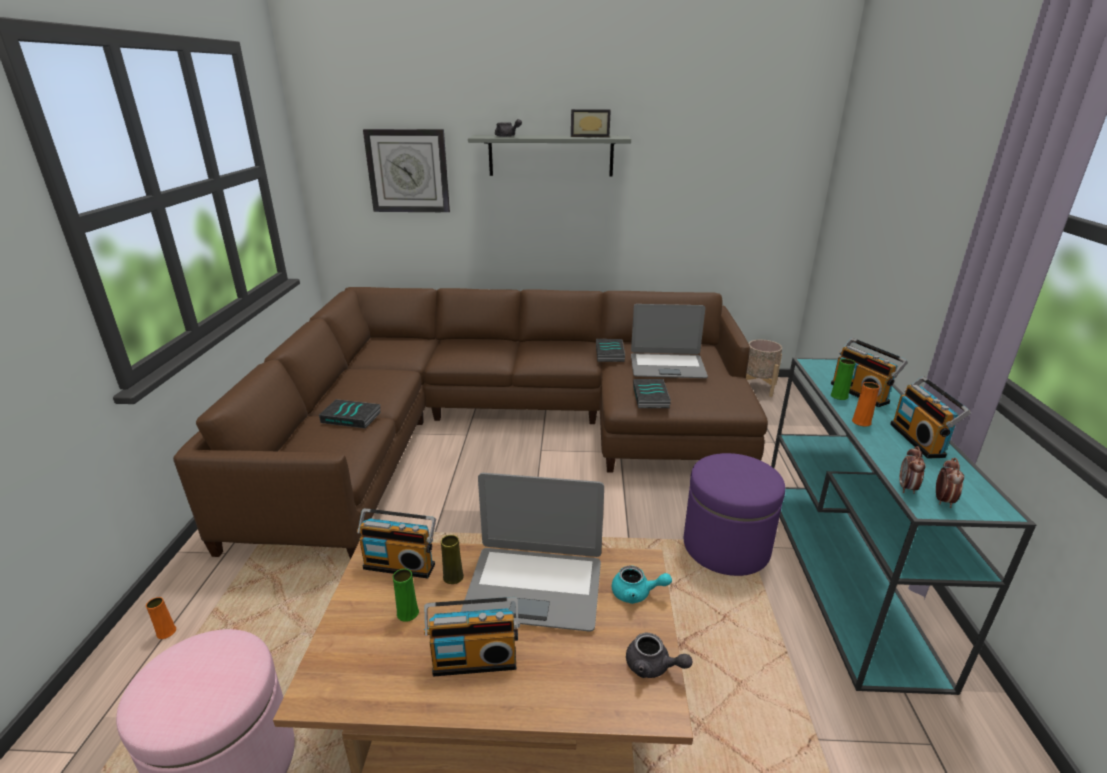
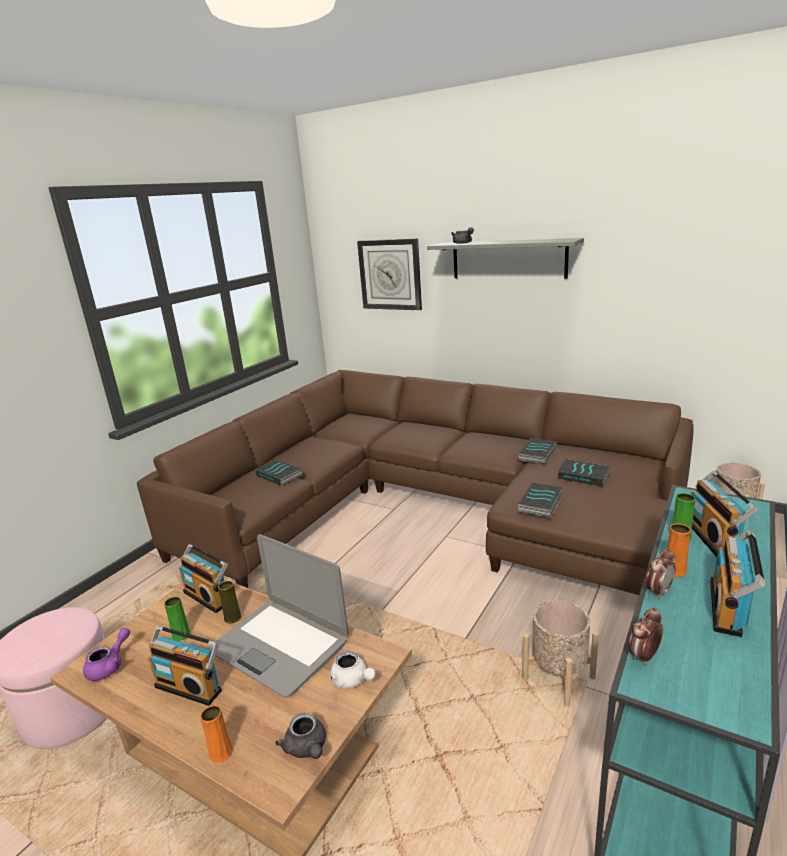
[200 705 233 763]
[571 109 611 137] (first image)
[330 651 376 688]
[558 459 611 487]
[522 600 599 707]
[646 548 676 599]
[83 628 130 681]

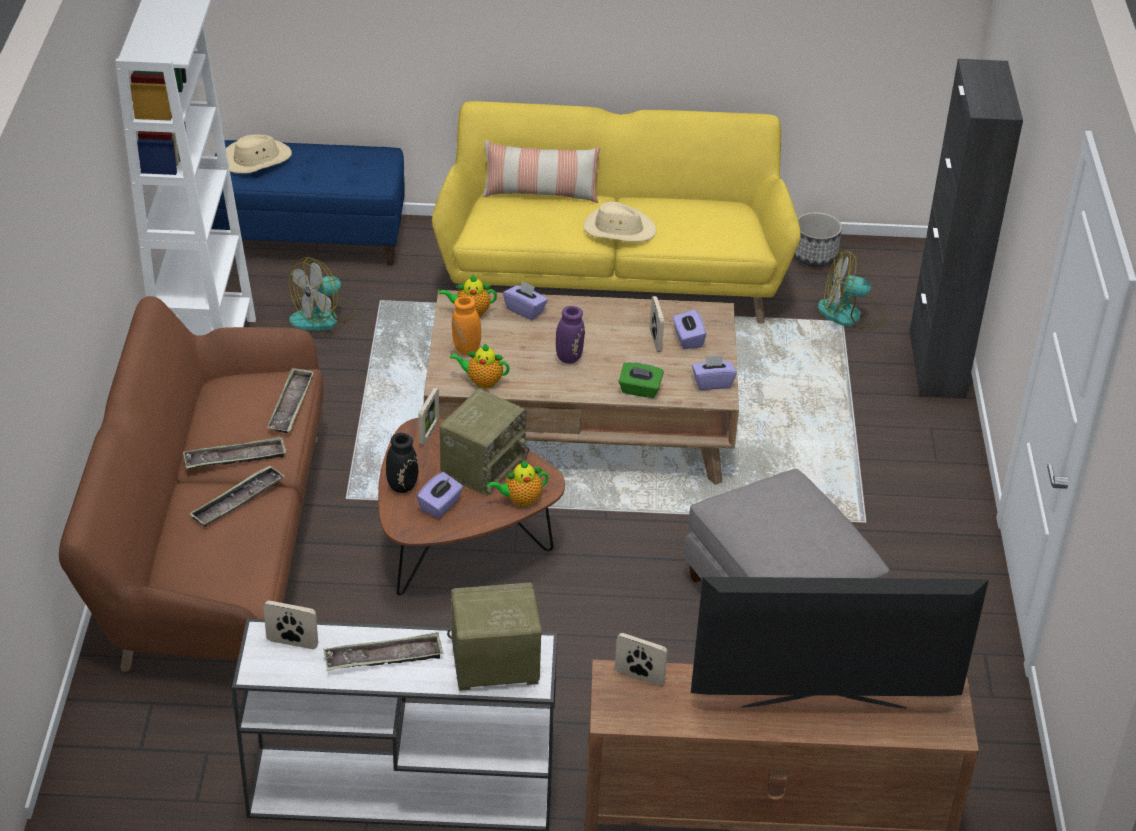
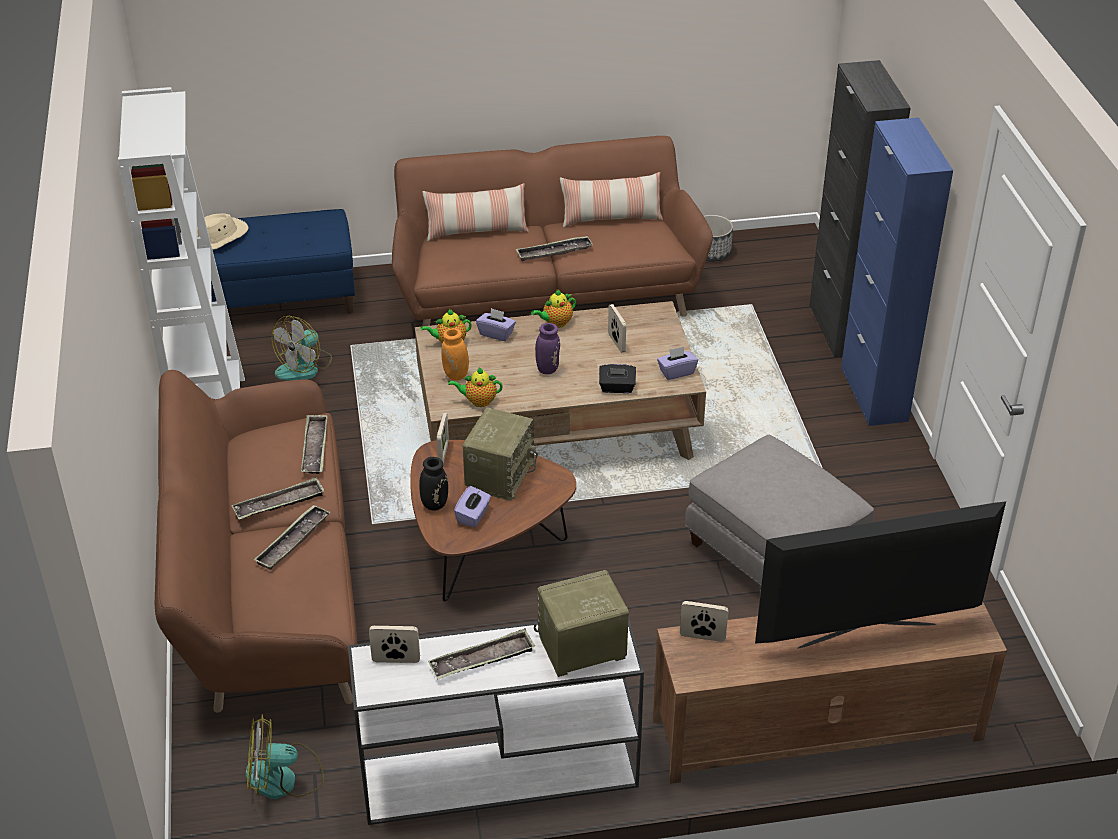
[392 136 713 326]
[531 289 576 328]
[516 236 593 261]
[599 364 636 393]
[673 310 706 349] (first image)
[246 715 324 799]
[560 172 663 228]
[841 117 953 426]

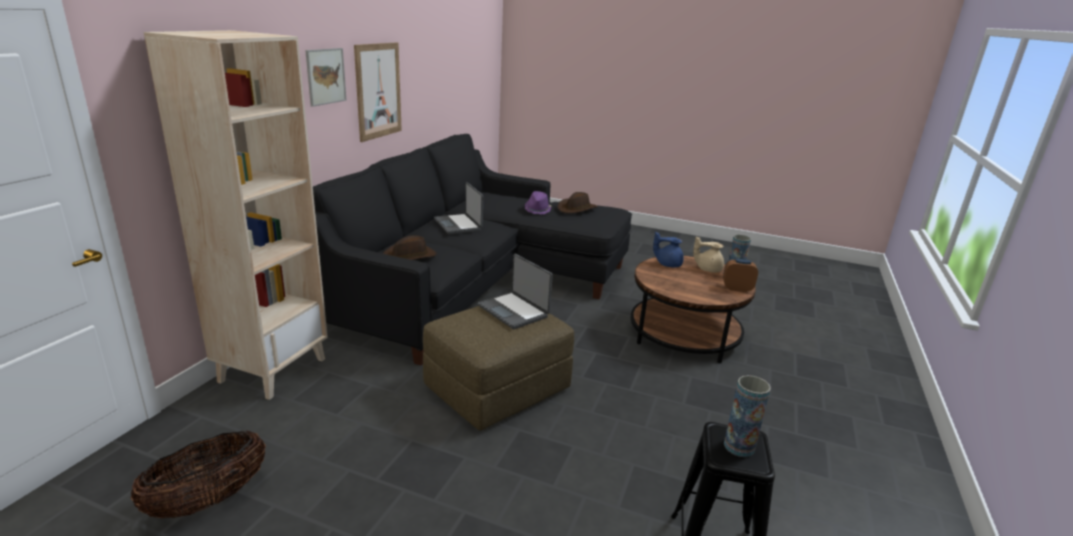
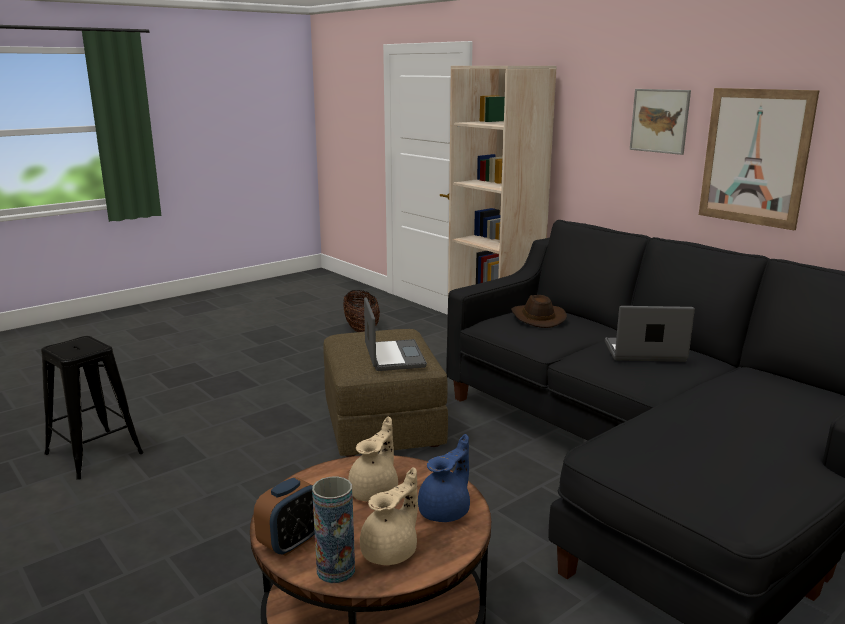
[364 298 427 371]
[525 191 552 215] (first image)
[557 192 598 214] (first image)
[724 375 771 457] (first image)
[348 416 398 502]

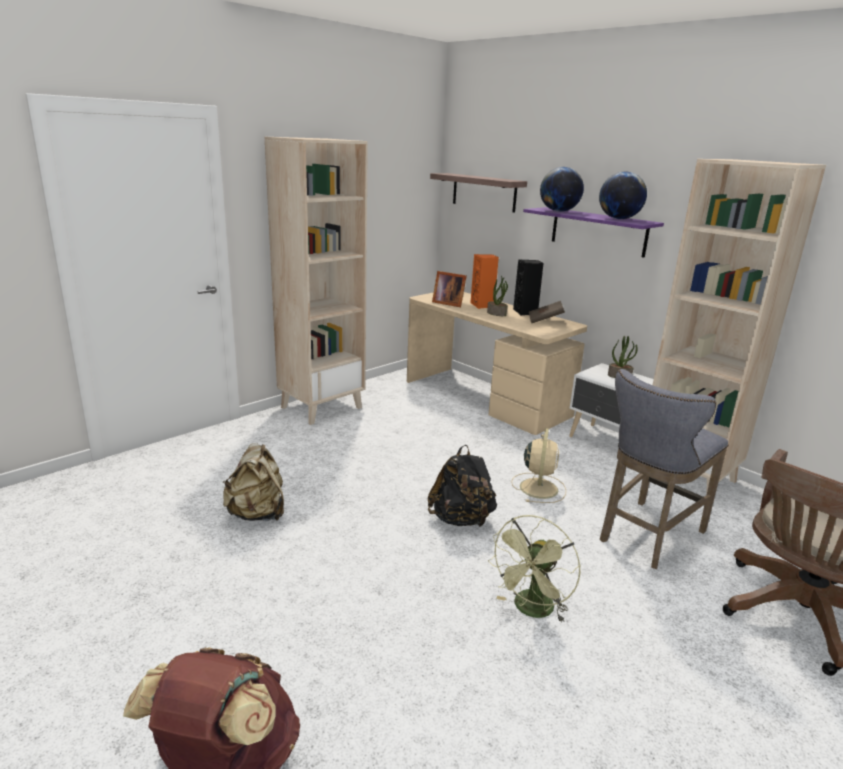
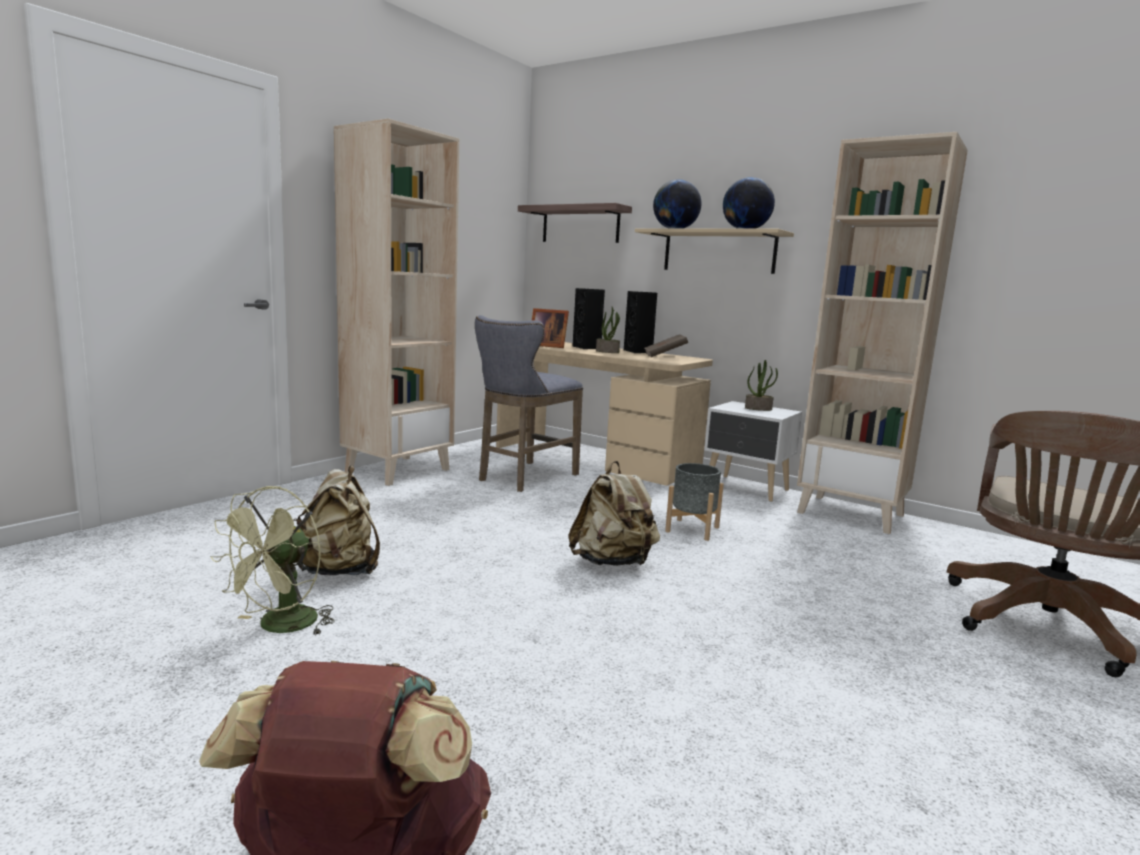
[568 461 660 566]
[572 288 605 349]
[211 486 334 636]
[665 463 724 541]
[635 229 794 274]
[475 315 583 492]

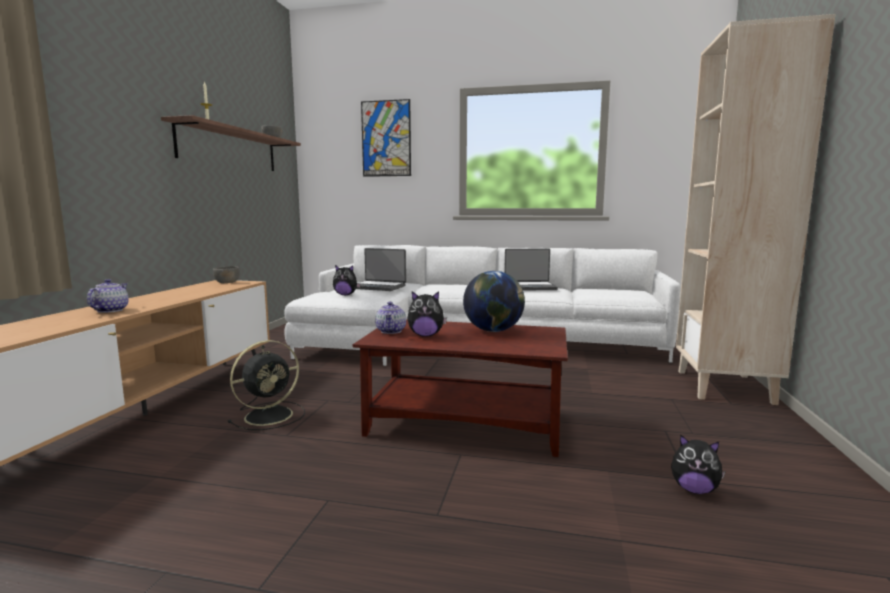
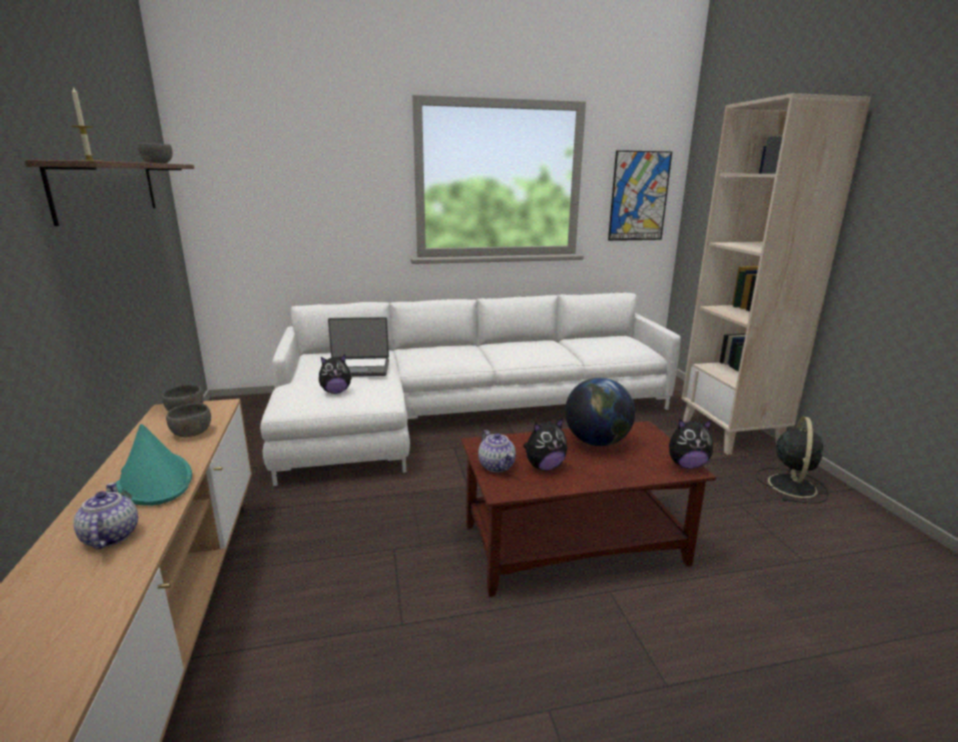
[756 417 829 503]
[608 150 672 241]
[504 249 558 290] (first image)
[669 419 713 469]
[116 424 192 506]
[166 403 211 437]

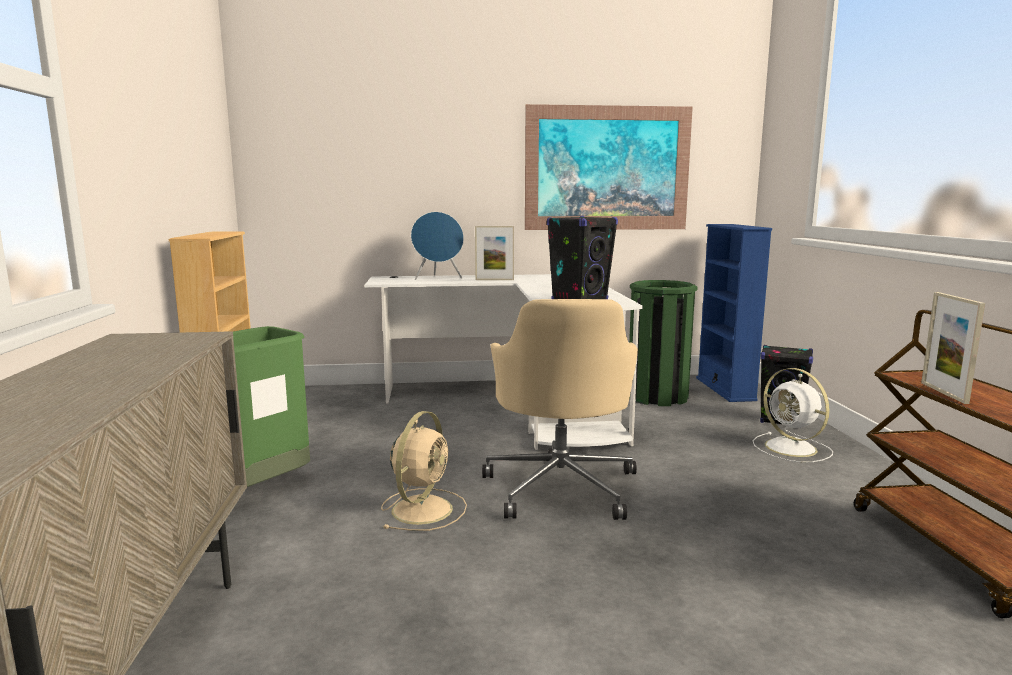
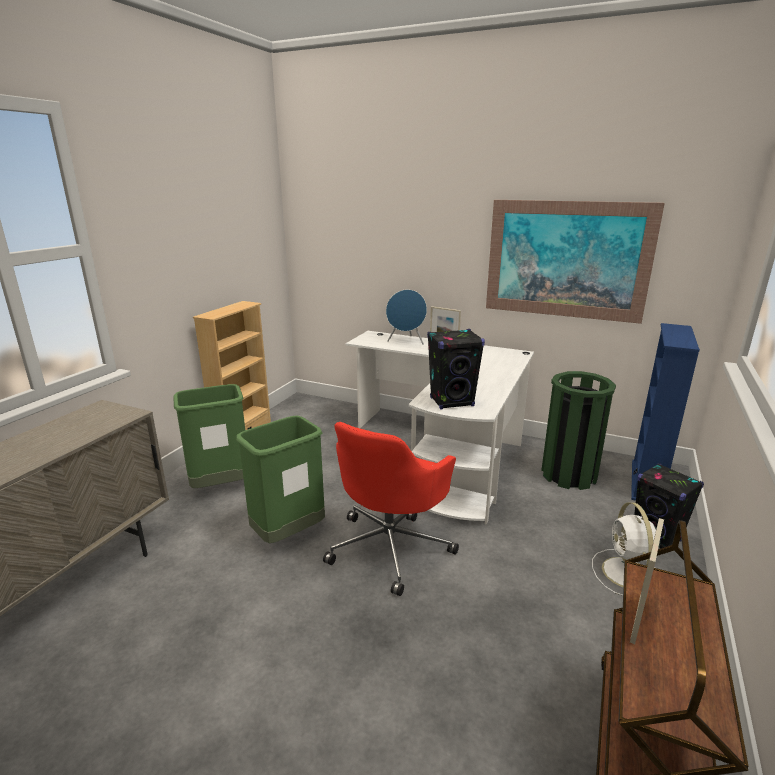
[236 415 325 543]
[323 422 459 596]

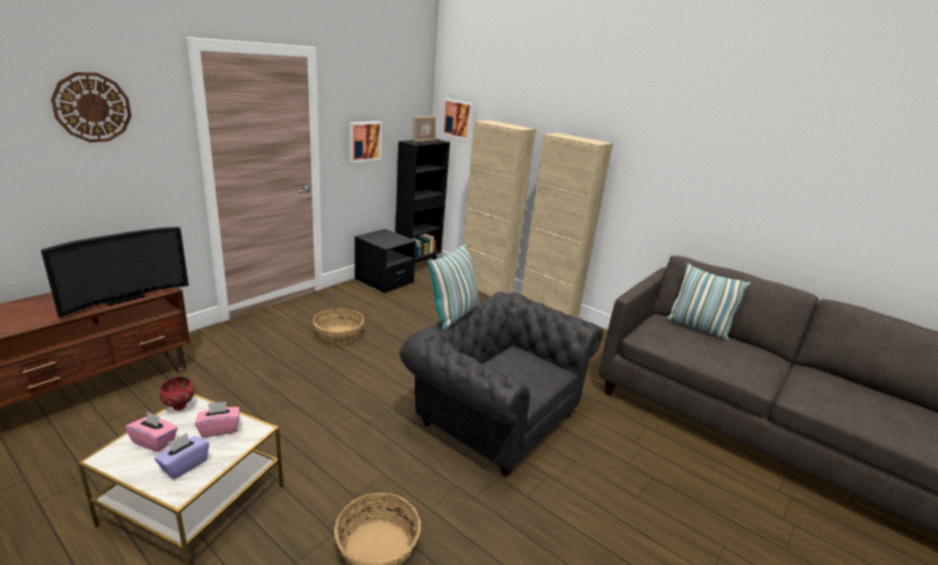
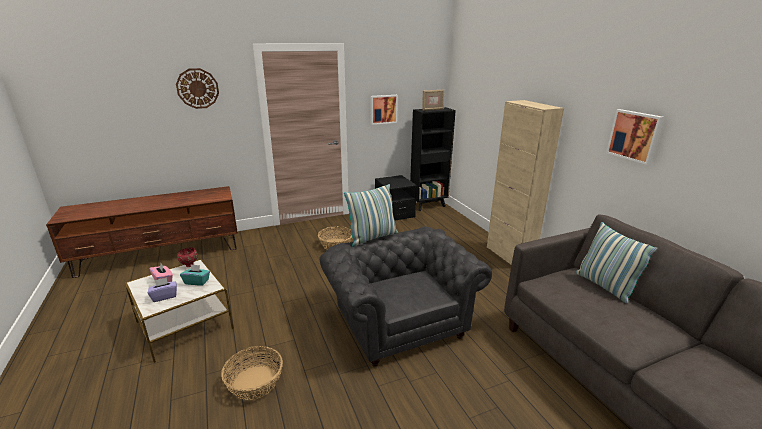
[41 227 189 318] (first image)
[180 264 210 286]
[606 109 664 165]
[463 120 536 296] (first image)

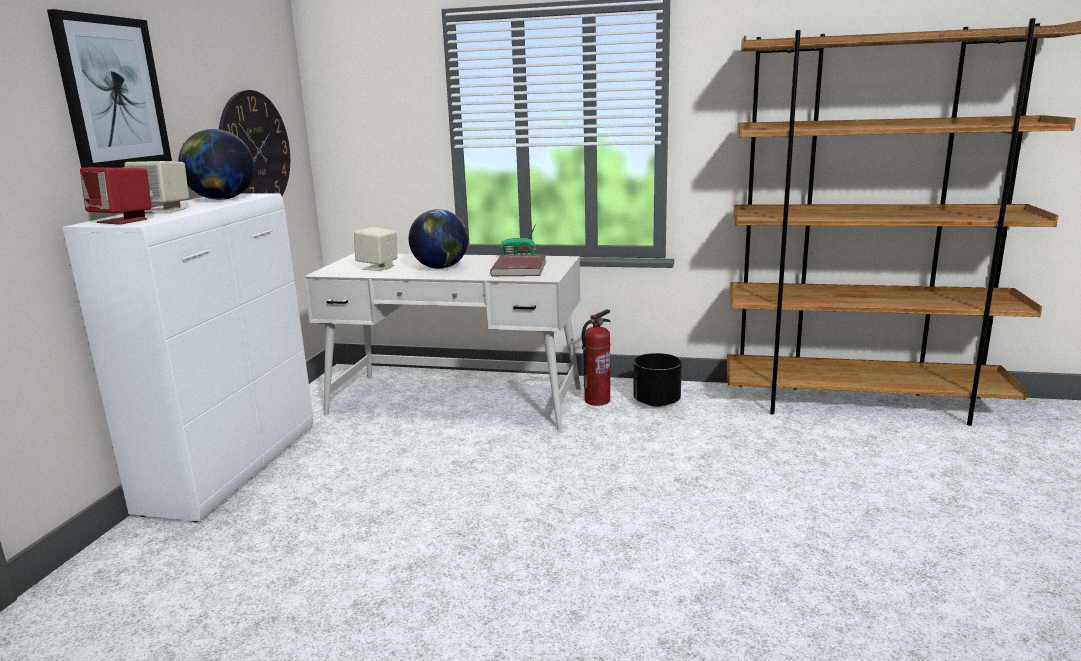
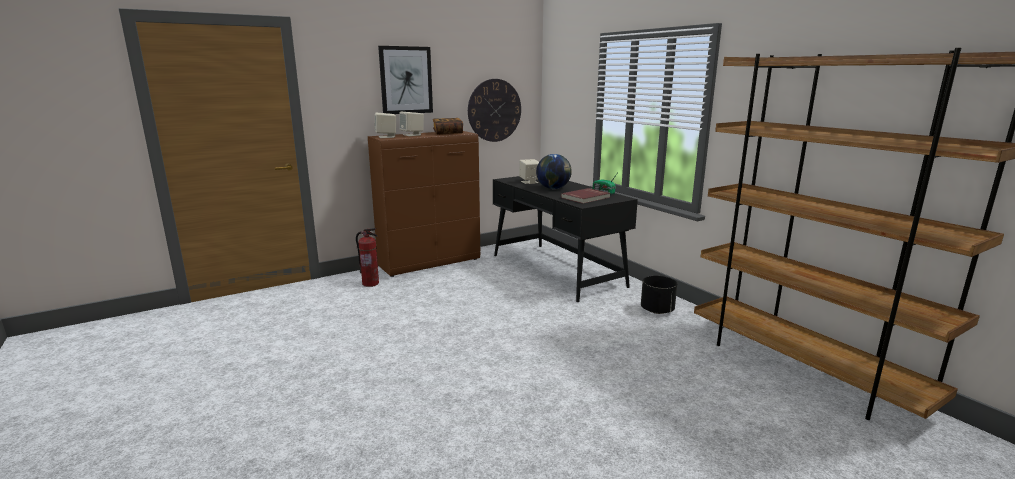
[368 131 480 277]
[375 113 396 138]
[433 118 463 135]
[493 176 638 302]
[356 228 379 287]

